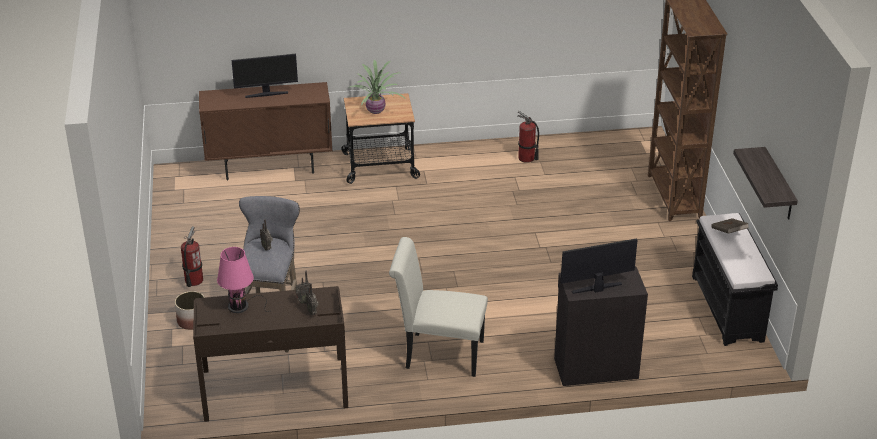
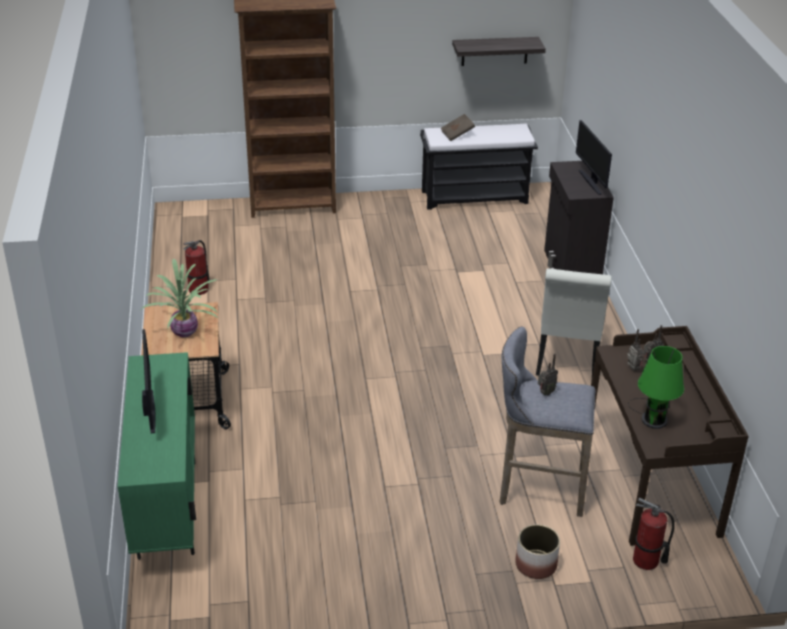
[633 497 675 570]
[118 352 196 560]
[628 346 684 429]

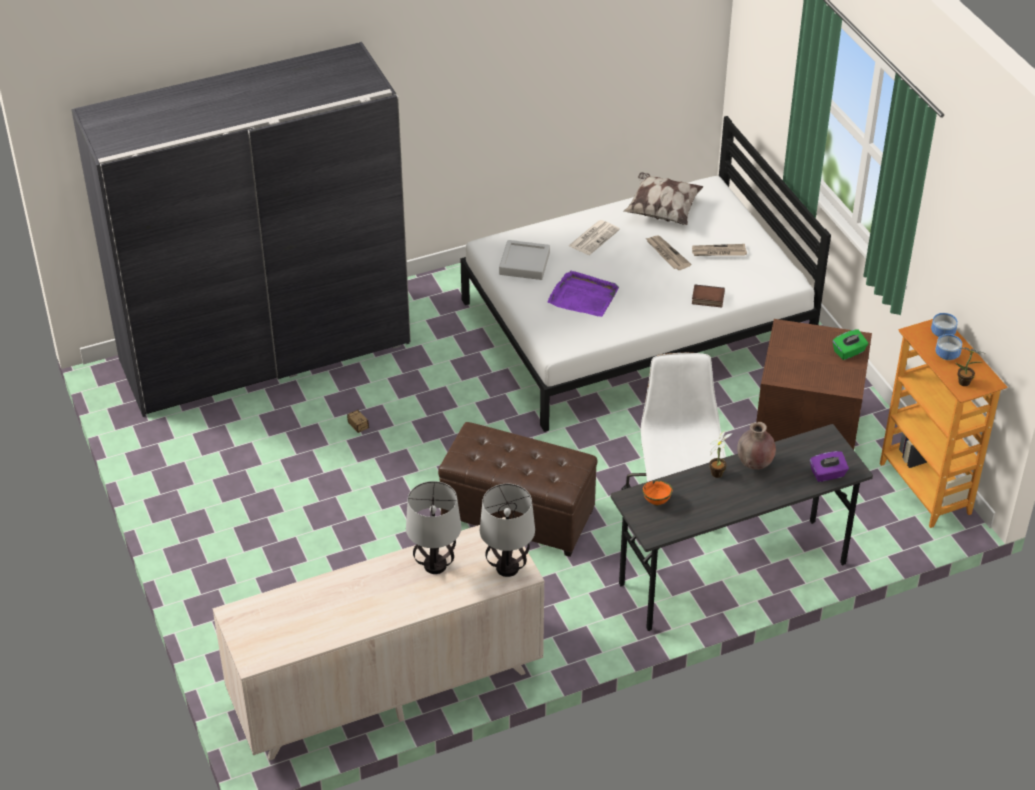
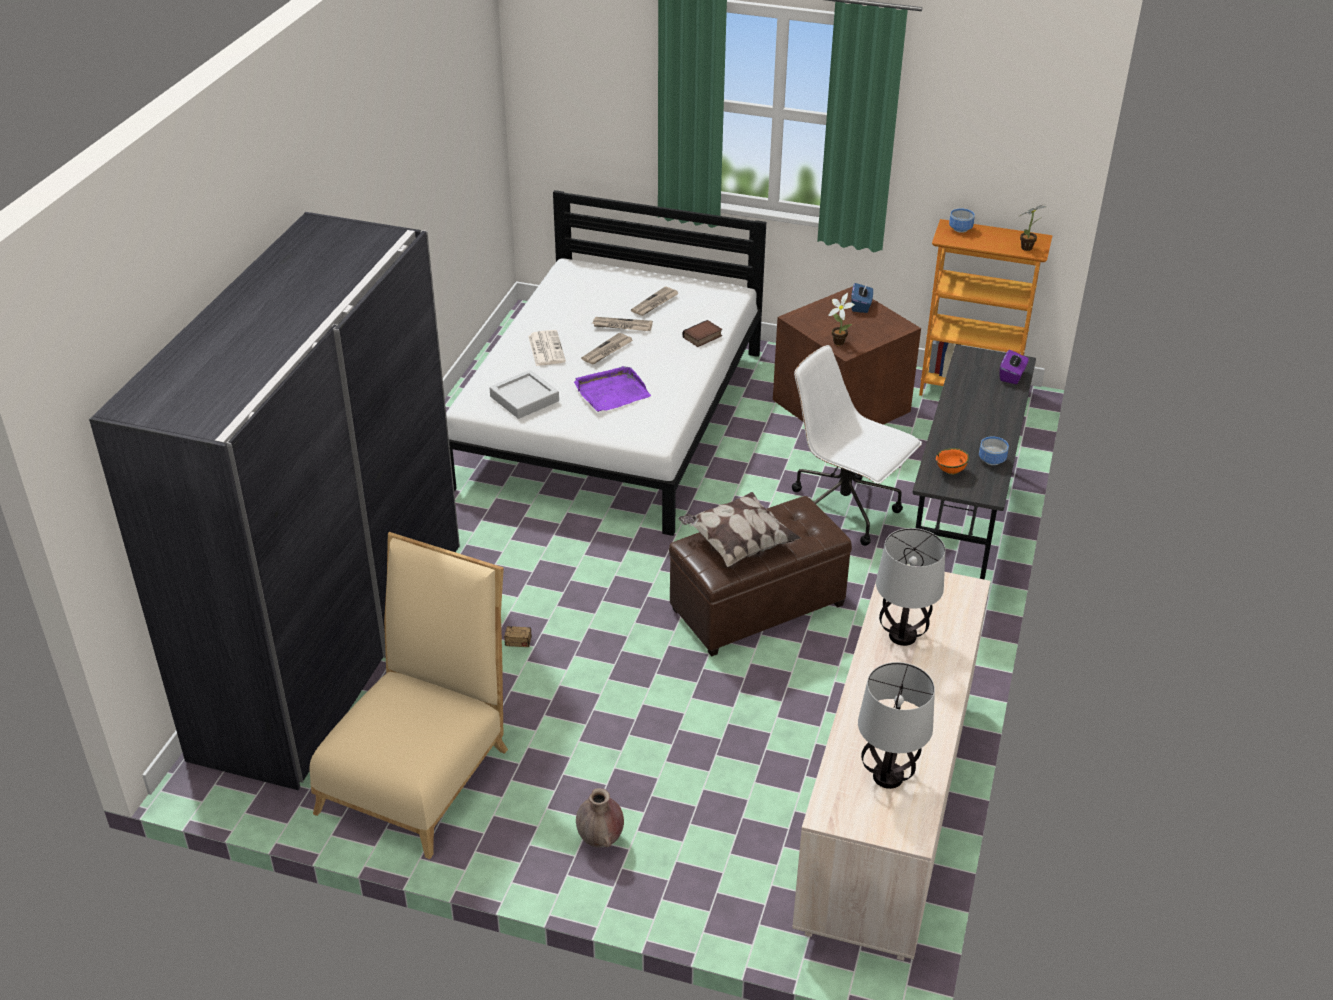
[858 662 935 789]
[678 492 801 567]
[828 293 855 345]
[576 788 624 848]
[851 283 873 313]
[979 436 1009 465]
[309 532 508 859]
[581 333 633 364]

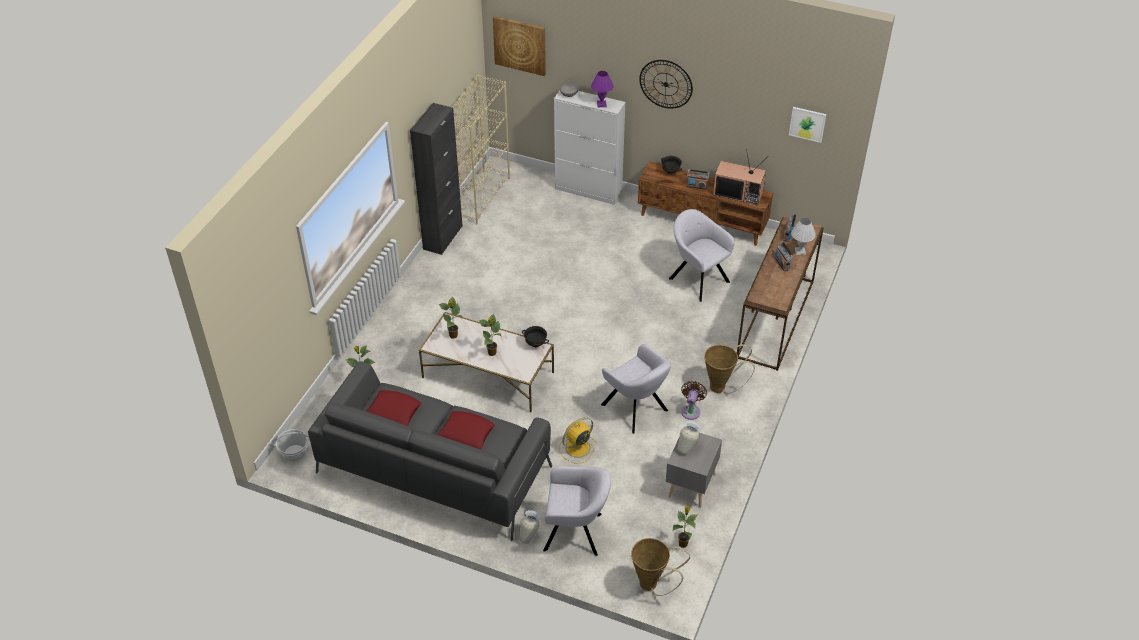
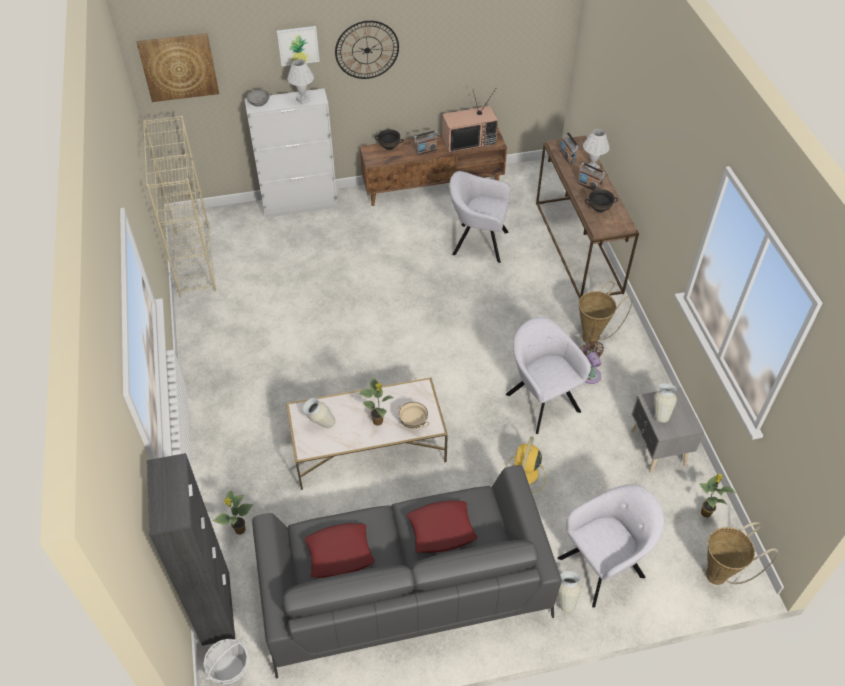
[147 453 235 646]
[303 398 335 428]
[585 189 618 213]
[287 59 314 104]
[506 317 591 434]
[277 26 320 66]
[398 402 430 429]

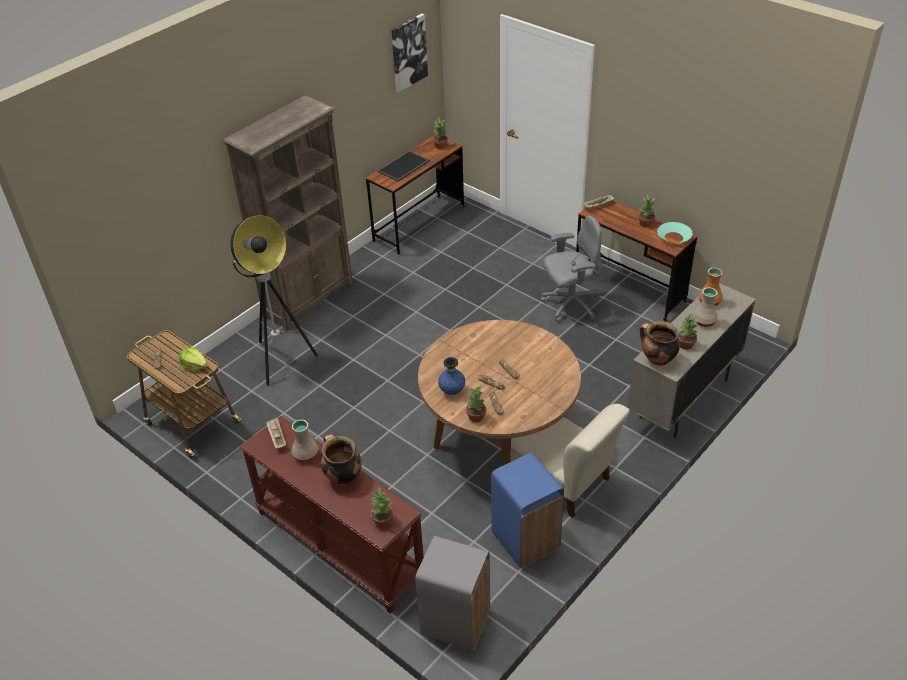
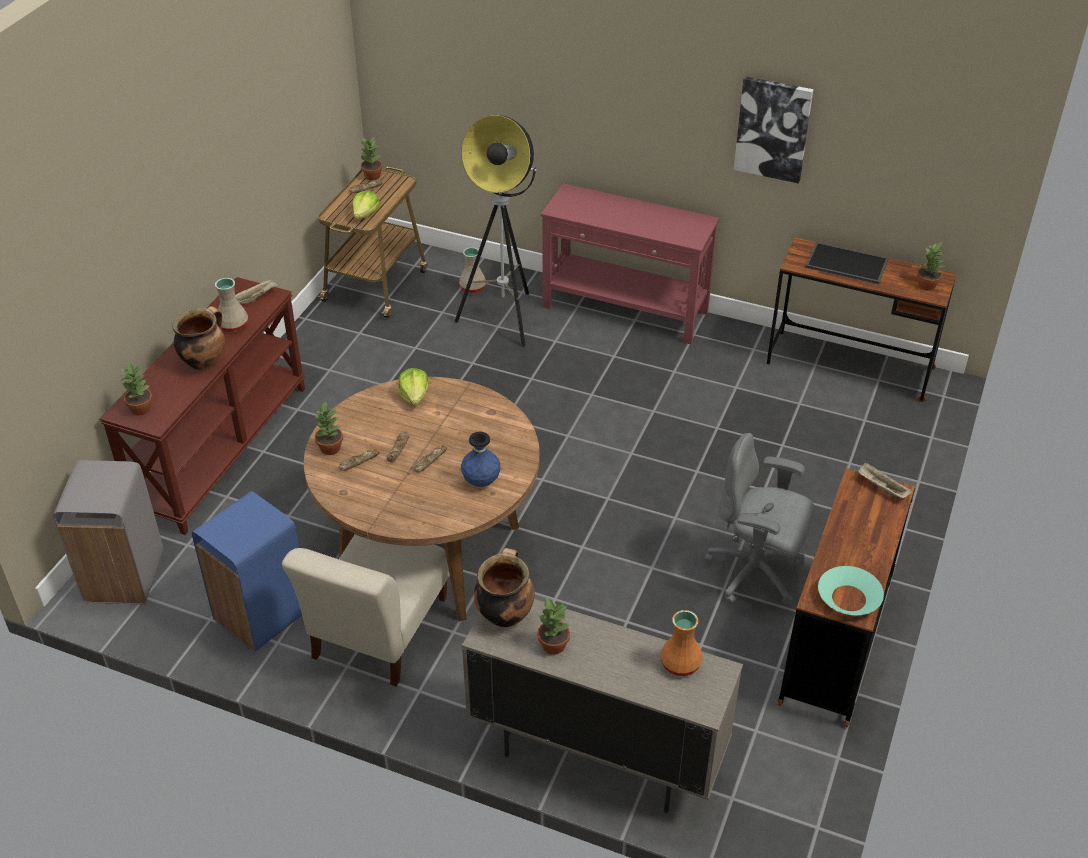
[541 183 719 344]
[734 76 813 183]
[461 431 501 487]
[705 433 814 605]
[360 137 383 180]
[459 247 486 293]
[398 368 429 405]

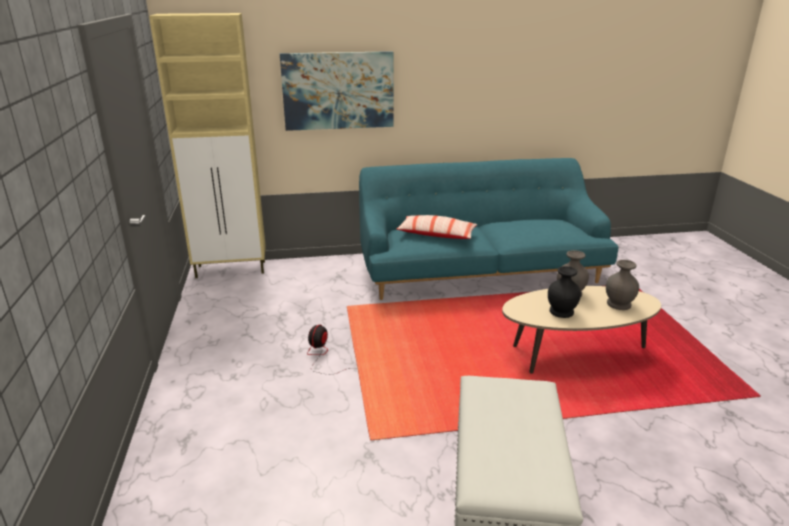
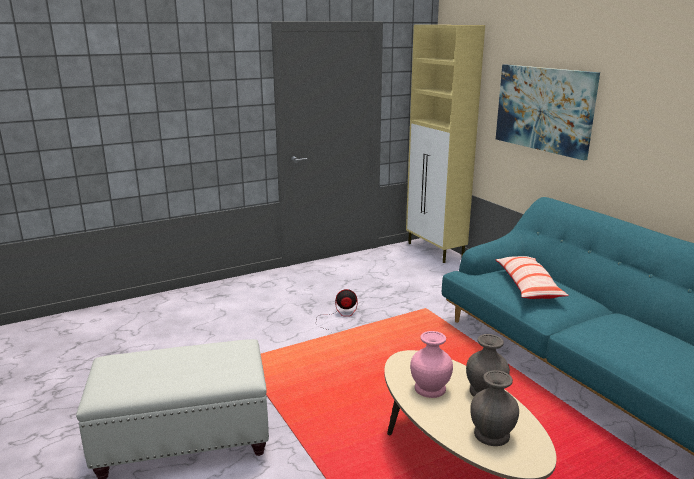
[410 331 453 398]

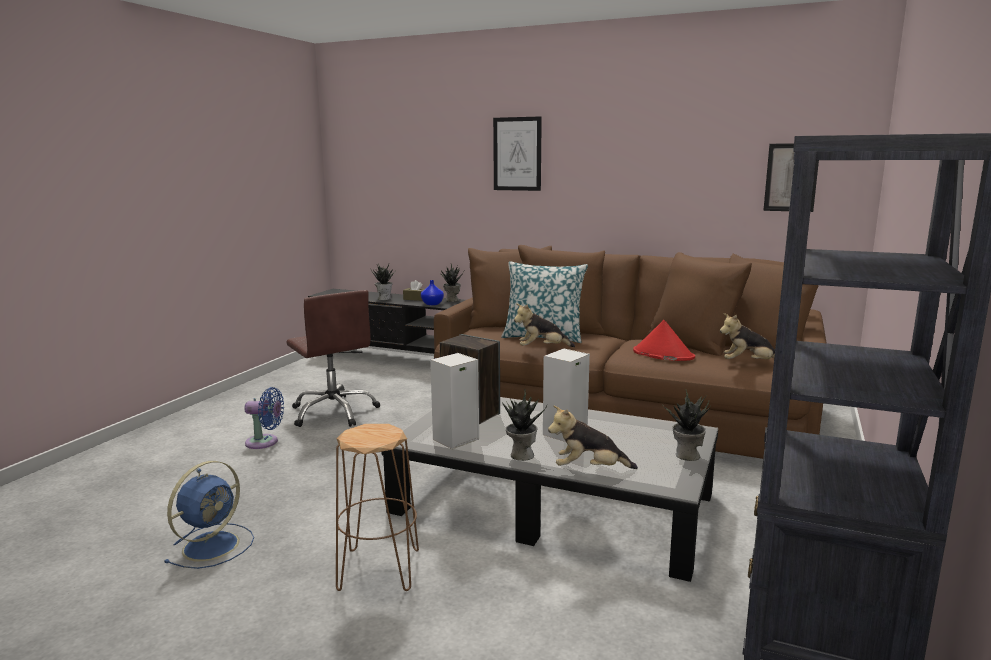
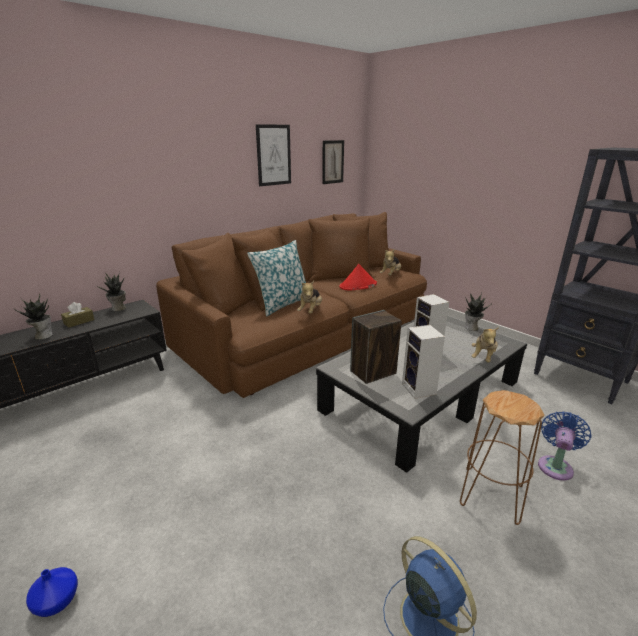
[538 411 592 481]
[287 290 380 427] (first image)
[26 567 78 617]
[256 124 291 186]
[502 389 547 461] (first image)

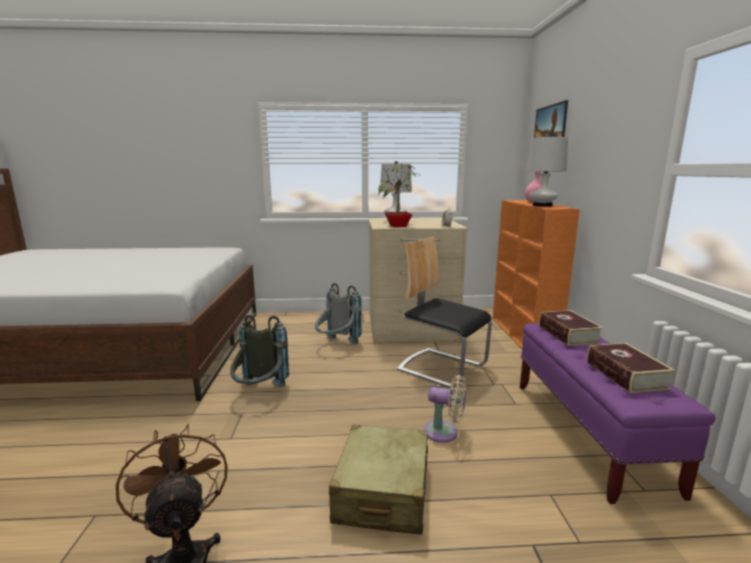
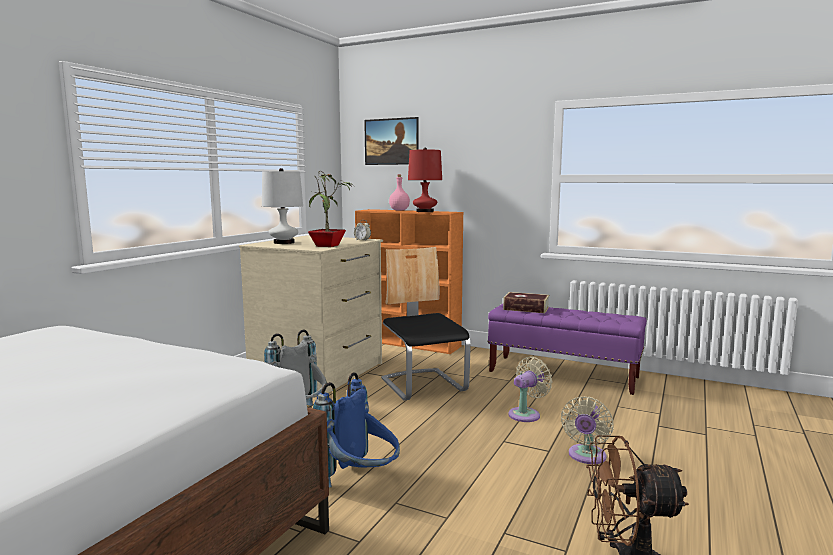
[313 372 400 488]
[561 397 614 464]
[381 247 471 401]
[408 148 442 212]
[587 343 675 393] (first image)

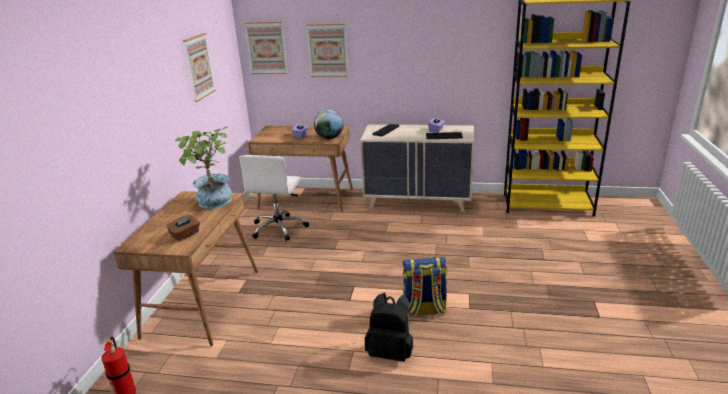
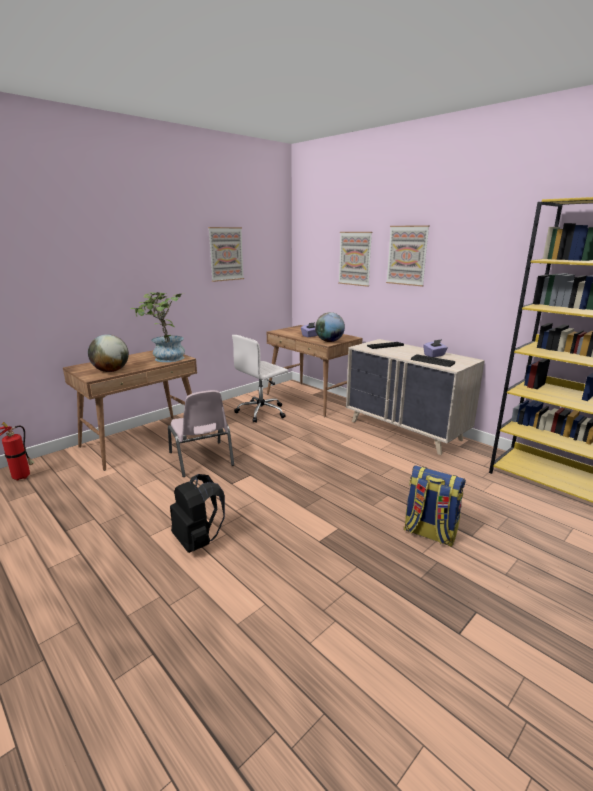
[88 334 129 372]
[386 225 430 287]
[404 465 466 547]
[168 390 234 477]

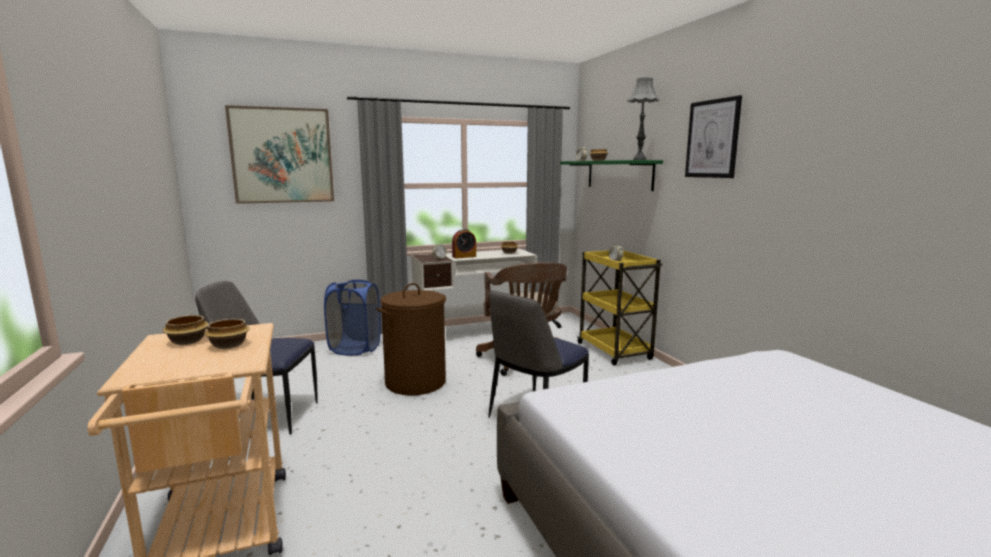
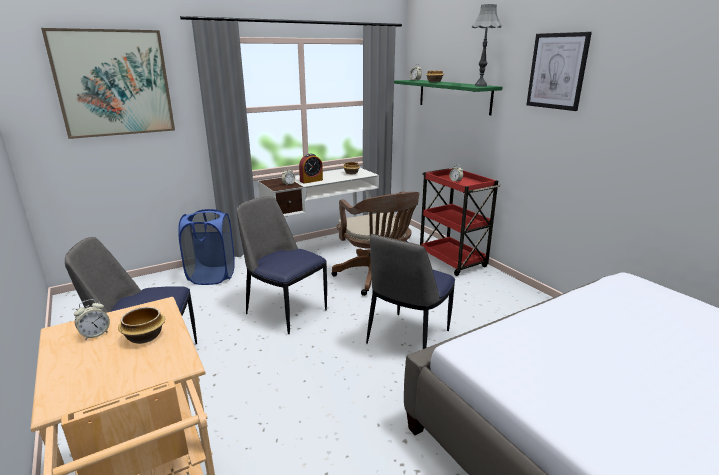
[74 299 110 341]
[236 196 327 334]
[420 168 501 276]

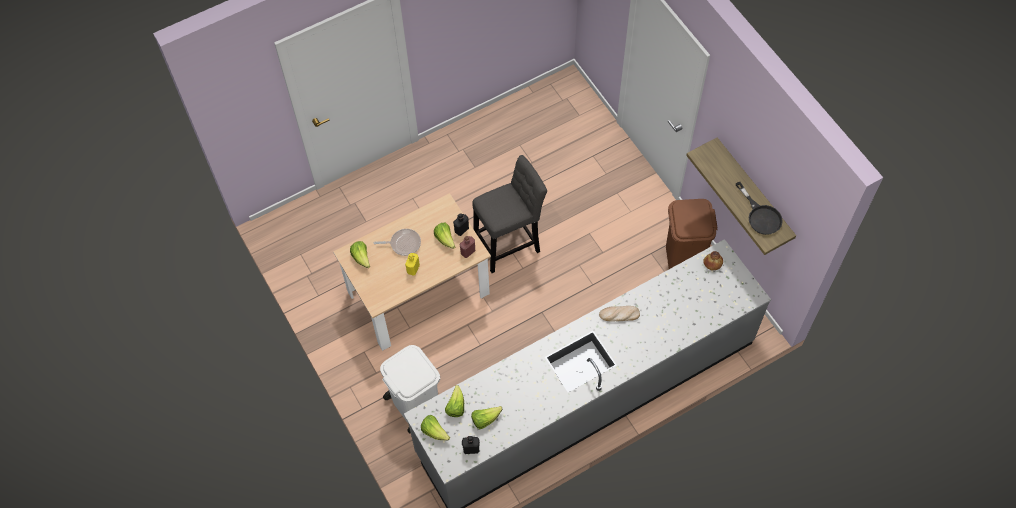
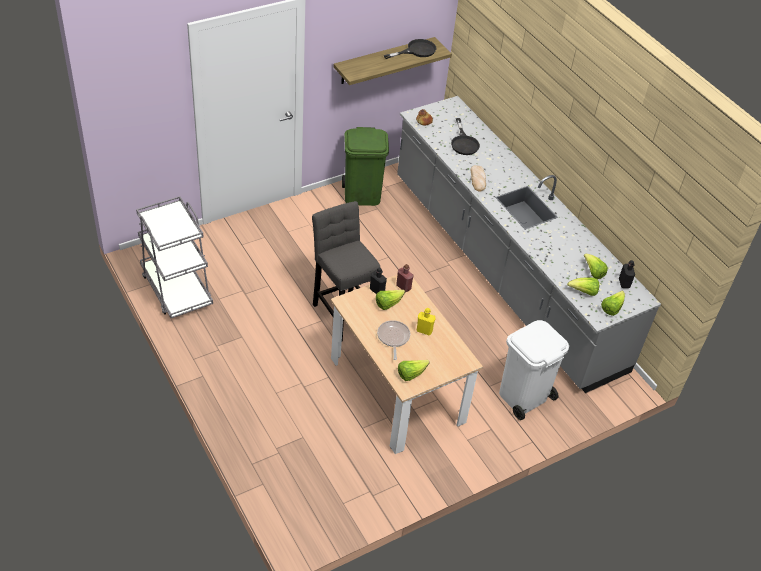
[342 127 389 206]
[136 196 213 318]
[451 118 480 155]

